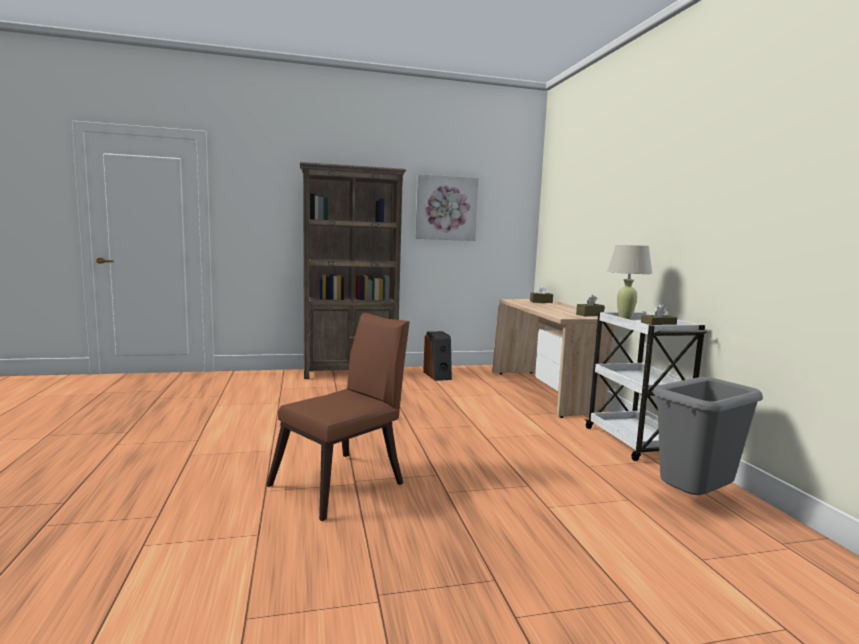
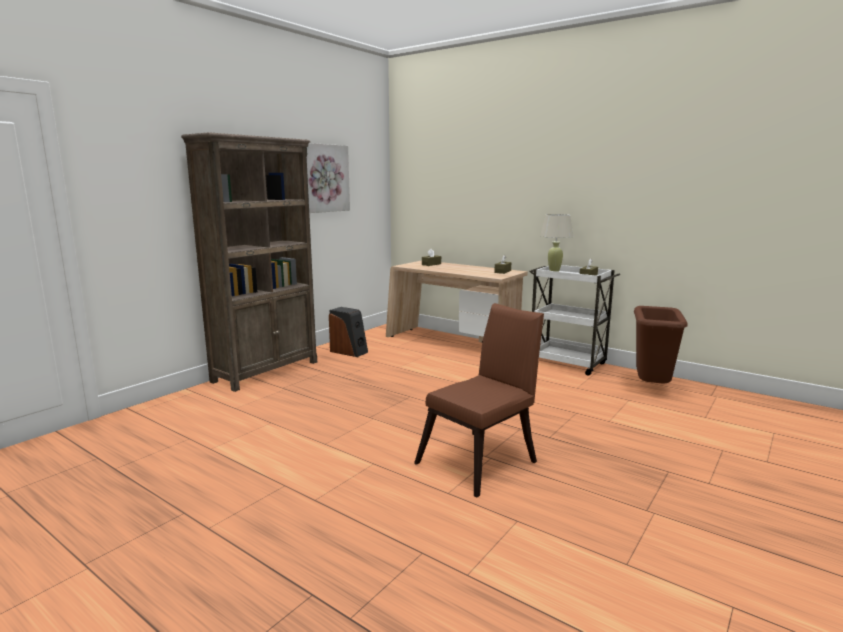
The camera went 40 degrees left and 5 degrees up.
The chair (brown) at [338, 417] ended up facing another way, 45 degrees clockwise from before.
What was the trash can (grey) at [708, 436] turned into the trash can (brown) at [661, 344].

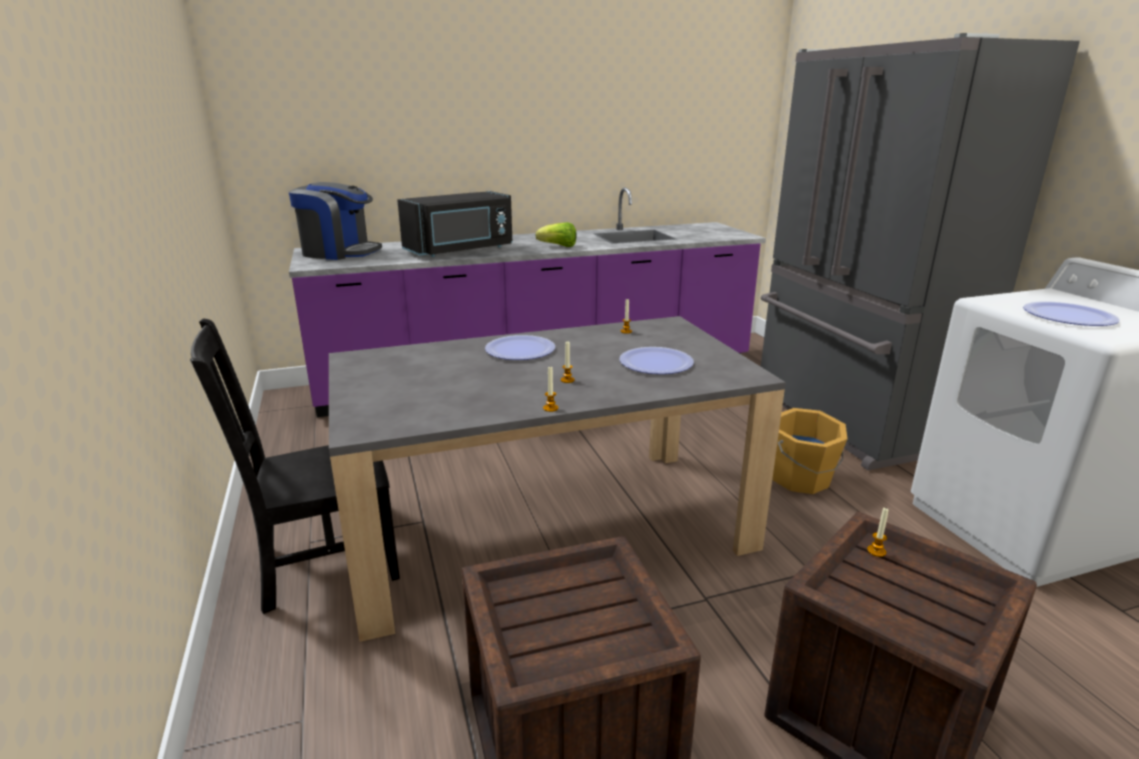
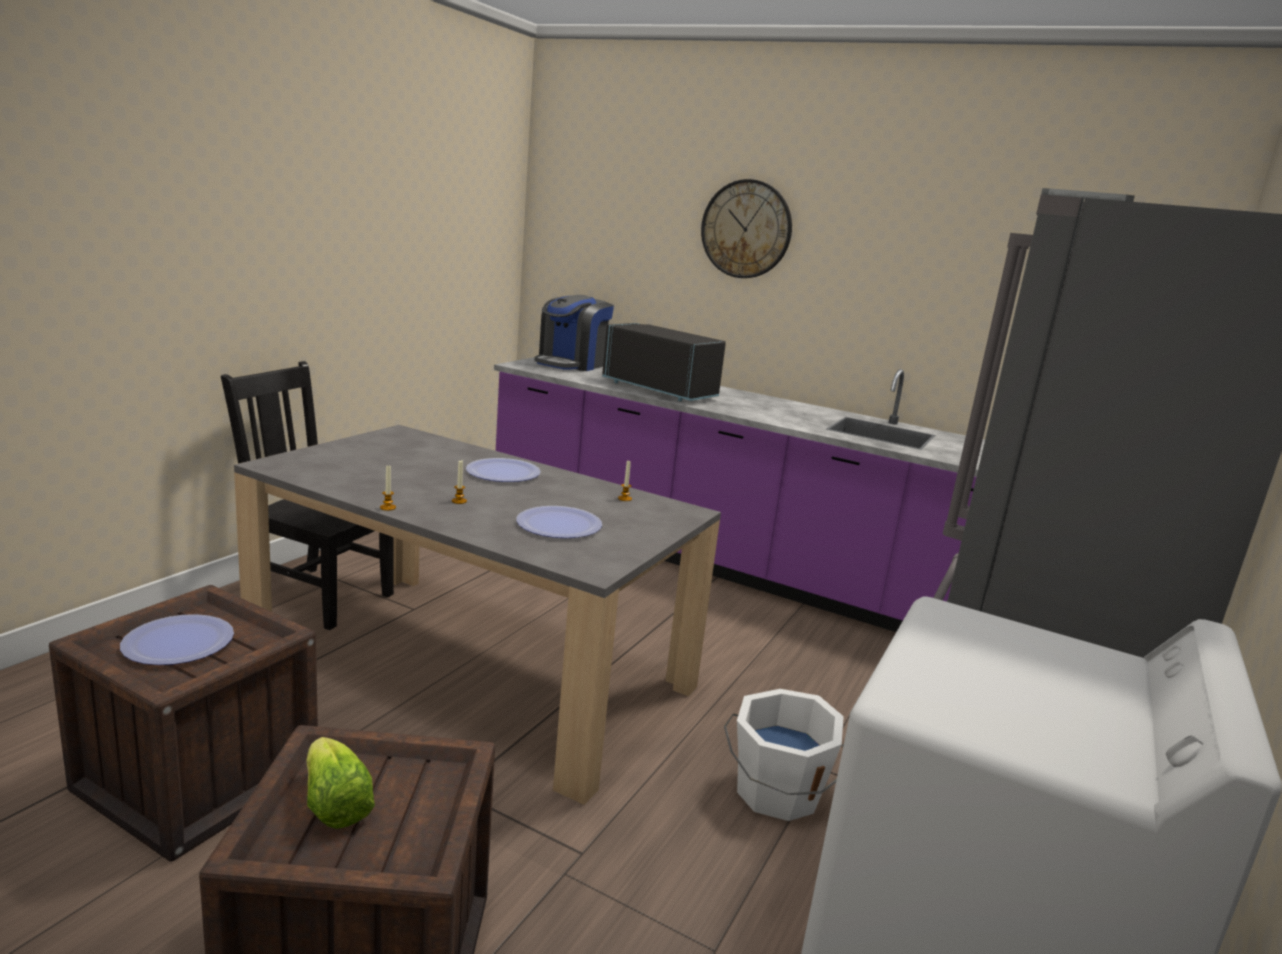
The camera went 45 degrees right and 5 degrees down.
The coffee machine at [335, 221] ended up facing another way, 60 degrees clockwise from before.
The microwave (black) at [455, 224] ended up facing another way, 150 degrees counterclockwise from before.
The lettuce ended up elsewhere, having gone from [556, 234] to [340, 783].
The plate ended up elsewhere, having gone from [1071, 313] to [177, 639].
What was the bucket (orange) at [810, 451] turned into the bucket (white) at [784, 755].
The second view lost the candle at [877, 532].
The second view gained the wall clock at [746, 228].

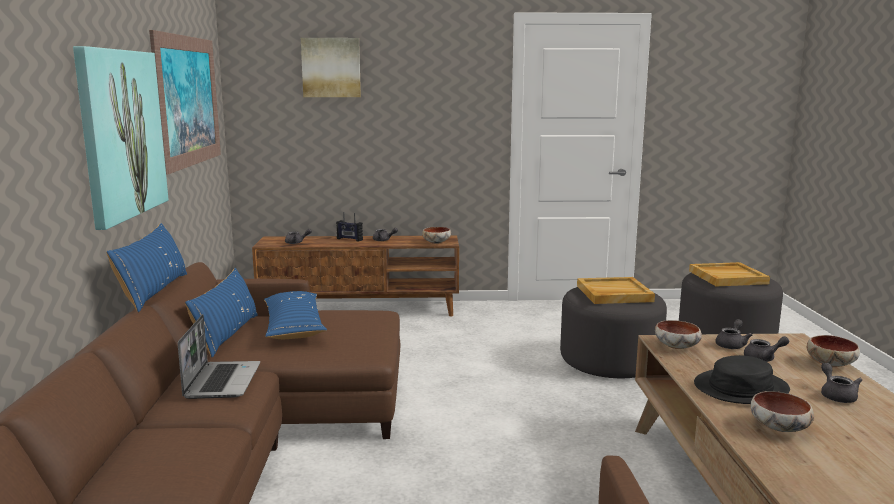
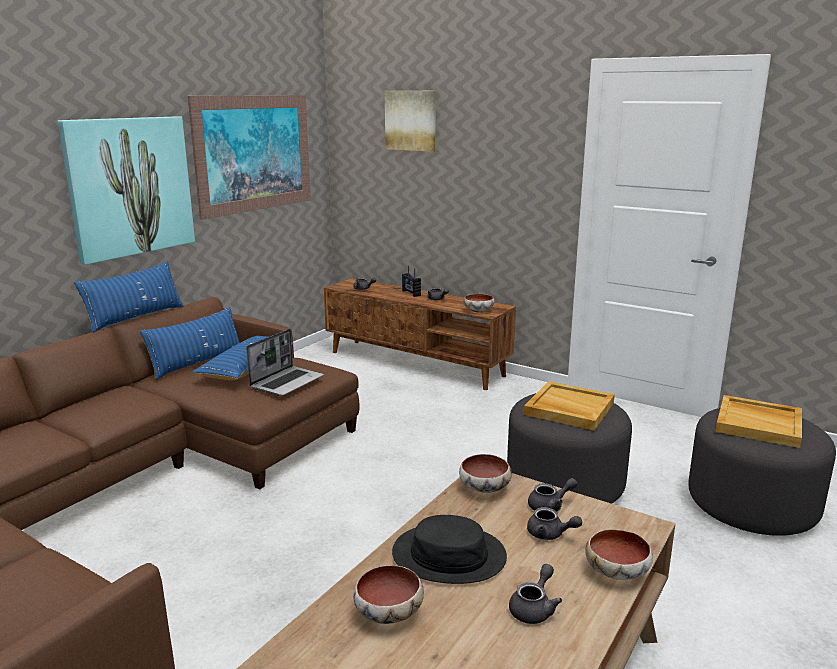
The camera went 35 degrees right and 5 degrees up.
The laptop ended up elsewhere, having gone from [219, 356] to [285, 362].

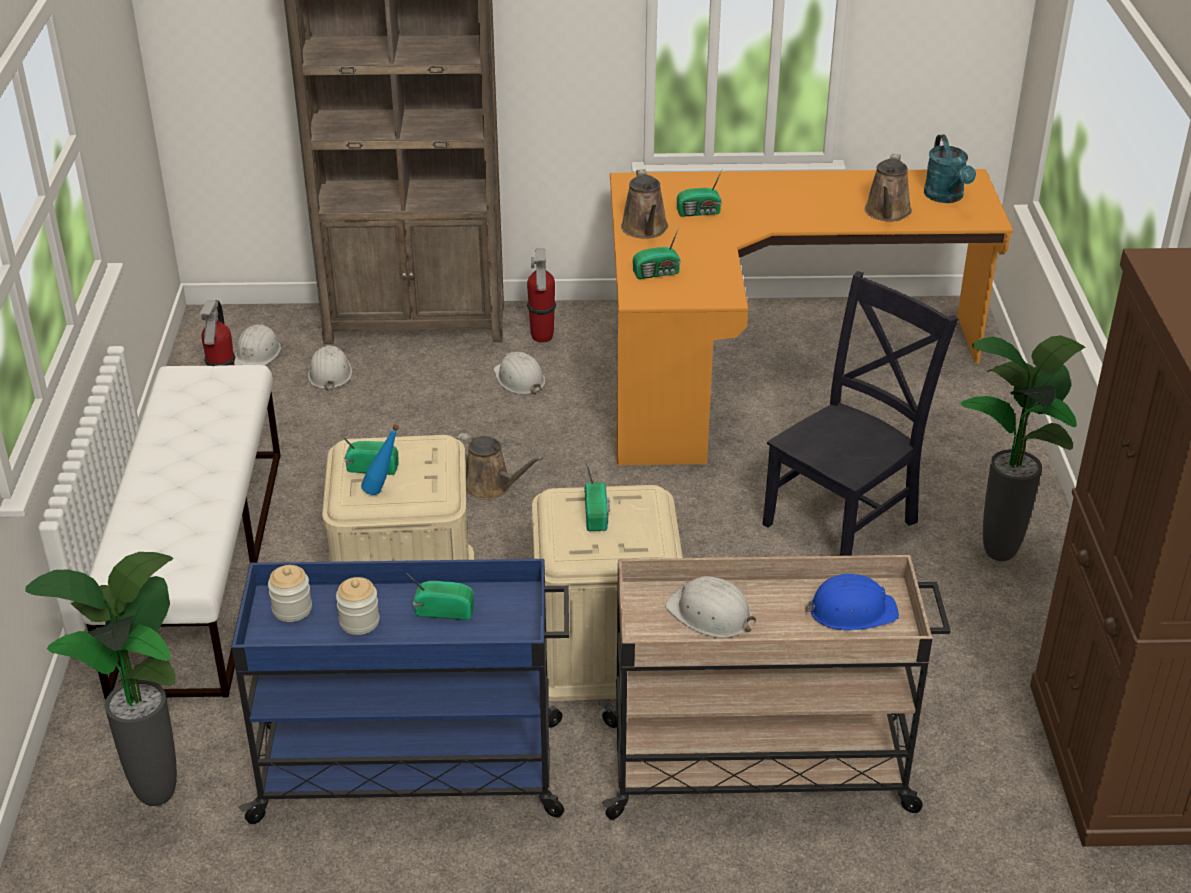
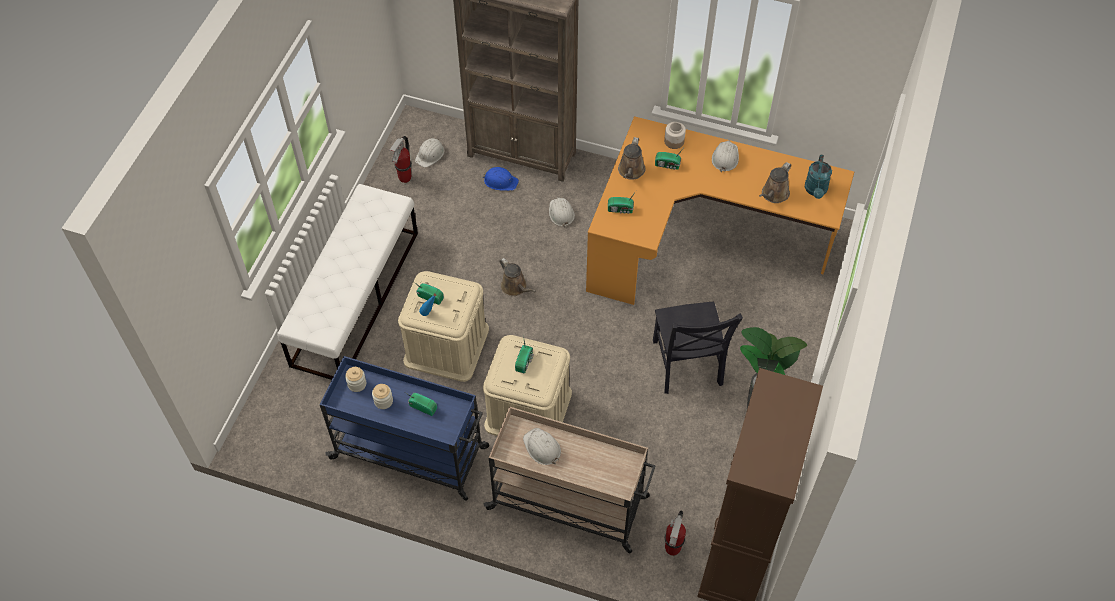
The camera went 20 degrees right and 20 degrees up.
The fire extinguisher ended up elsewhere, having gone from [541, 295] to [675, 533].
The chair (black) at [861, 413] ended up facing another way, 105 degrees clockwise from before.
The hard hat (white) ended up elsewhere, having gone from [330, 368] to [725, 156].
The second view lost the potted plant at [101, 679].
The hard hat (blue) ended up elsewhere, having gone from [852, 602] to [500, 179].
The second view gained the jar at [675, 135].

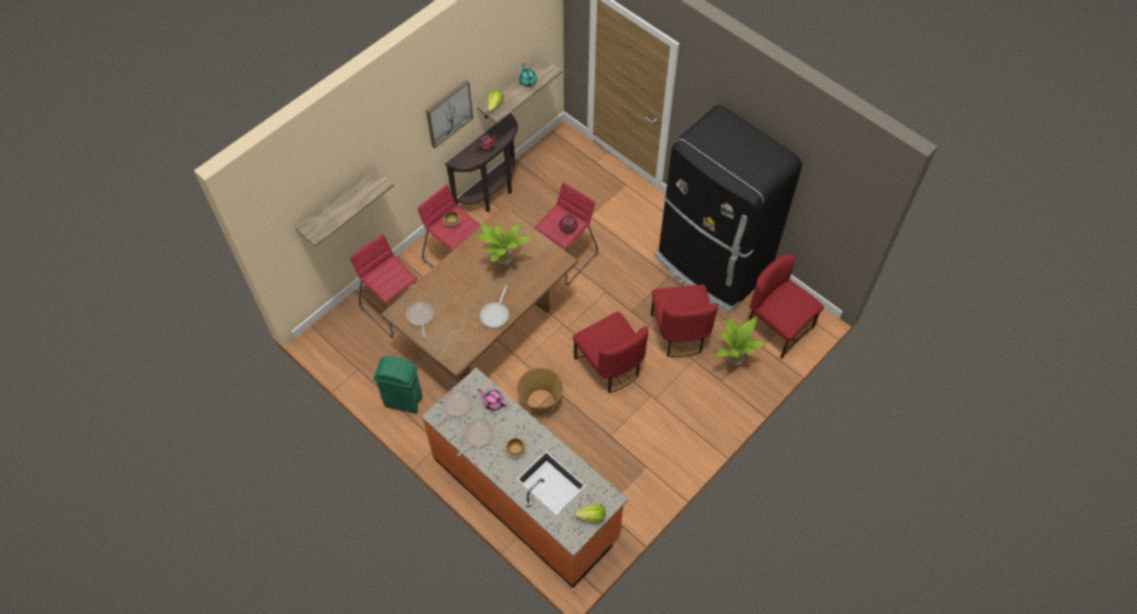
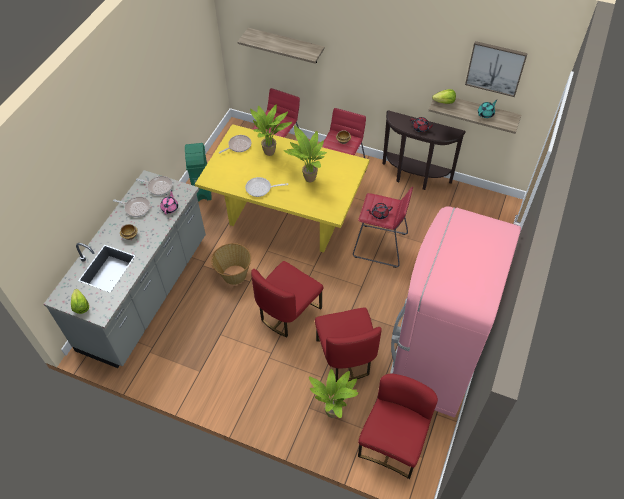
The camera went 70 degrees right and 5 degrees down.
The picture ended up elsewhere, having gone from [449, 114] to [496, 69].
What was the fridge (black) at [728, 209] turned into the fridge (pink) at [455, 312].
What was the dining table (brown) at [479, 293] turned into the dining table (yellow) at [282, 188].
The chair (red) at [684, 321] ended up facing another way, 75 degrees counterclockwise from before.
What was the counter (orange) at [525, 478] turned into the counter (grey) at [125, 269].
The second view gained the potted plant at [271, 130].

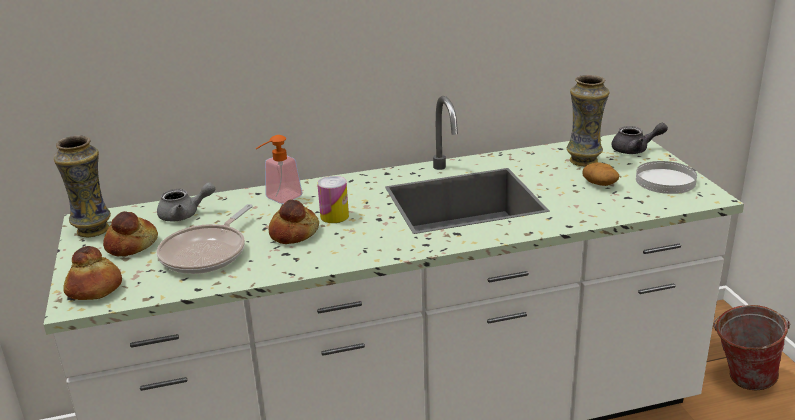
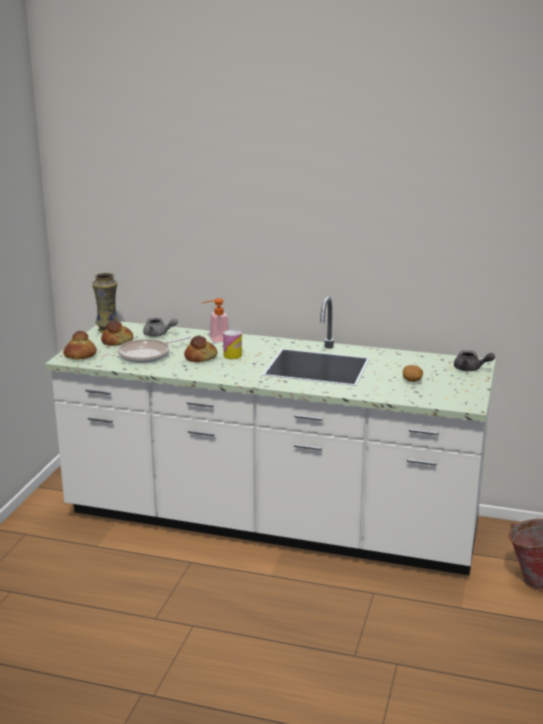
The camera went 30 degrees right and 5 degrees down.
The second view lost the vase at [588, 121].
The second view lost the plate (white) at [666, 177].

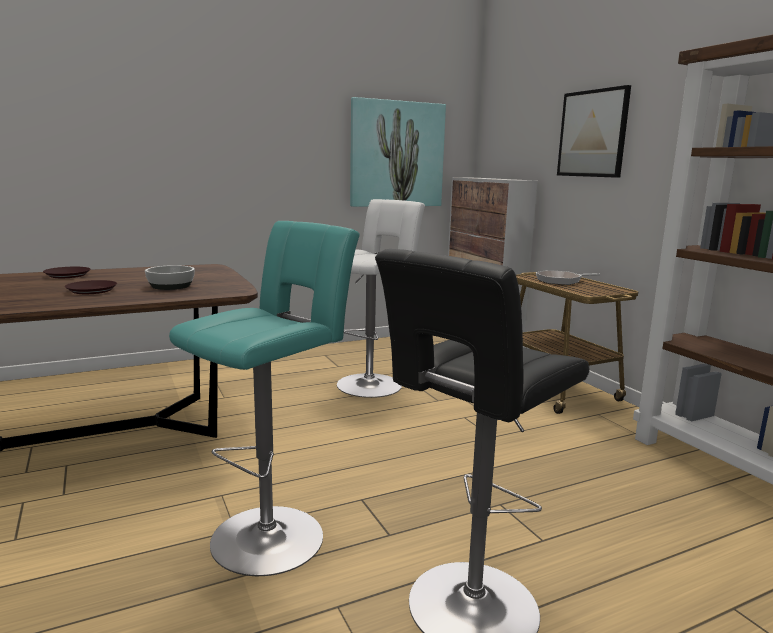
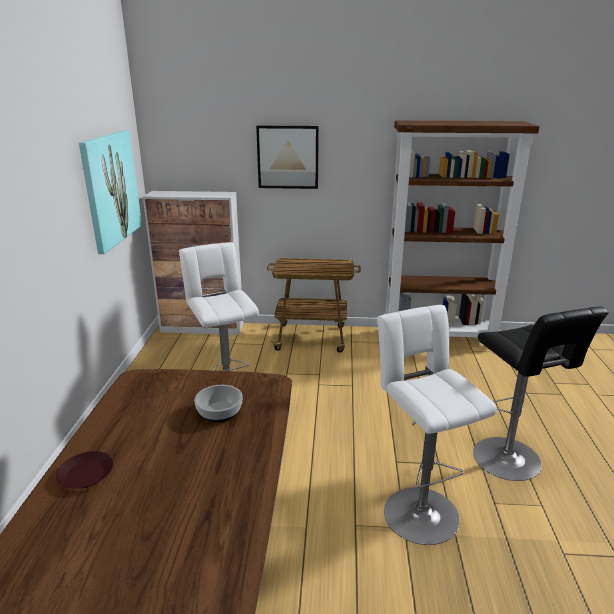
The camera went 60 degrees left and 10 degrees up.
What was the stool (turquoise) at [264, 398] turned into the stool (white) at [437, 425].
The second view lost the frying pan at [568, 277].
The second view lost the plate (brown) at [91, 287].

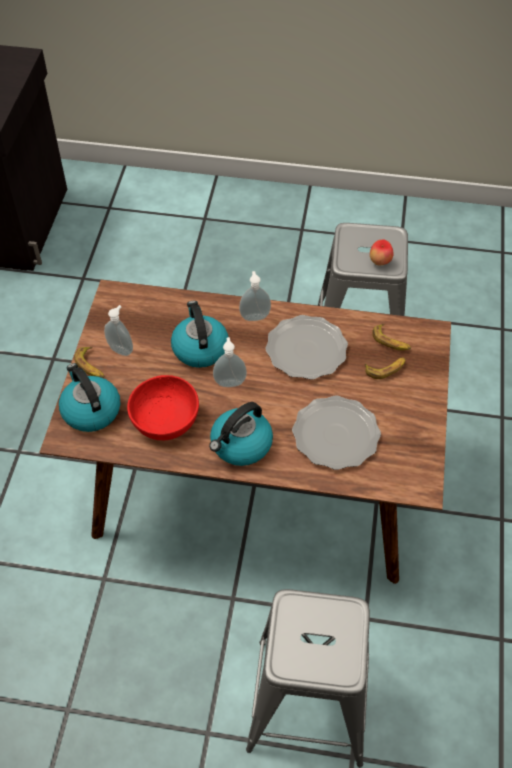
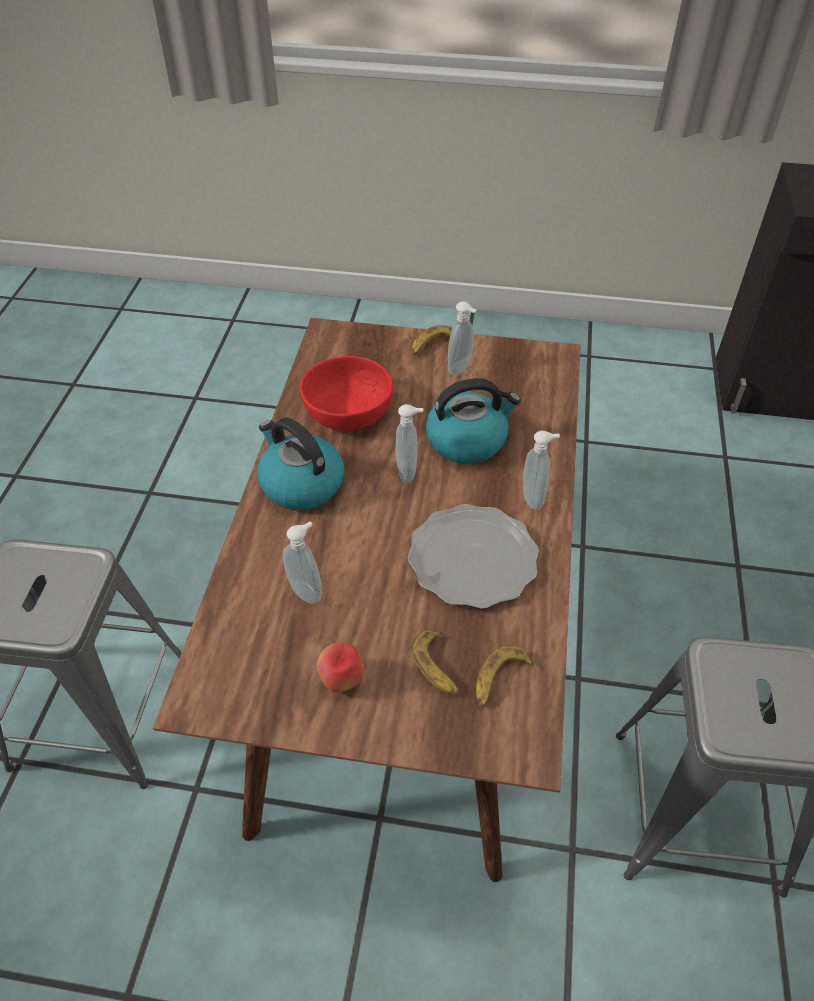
The camera went 90 degrees right and 5 degrees down.
The apple ended up elsewhere, having gone from [381, 252] to [340, 667].
The second view lost the kettle at [89, 397].
Where the plate stood at [336, 433], the soap dispenser came to stand at [302, 563].

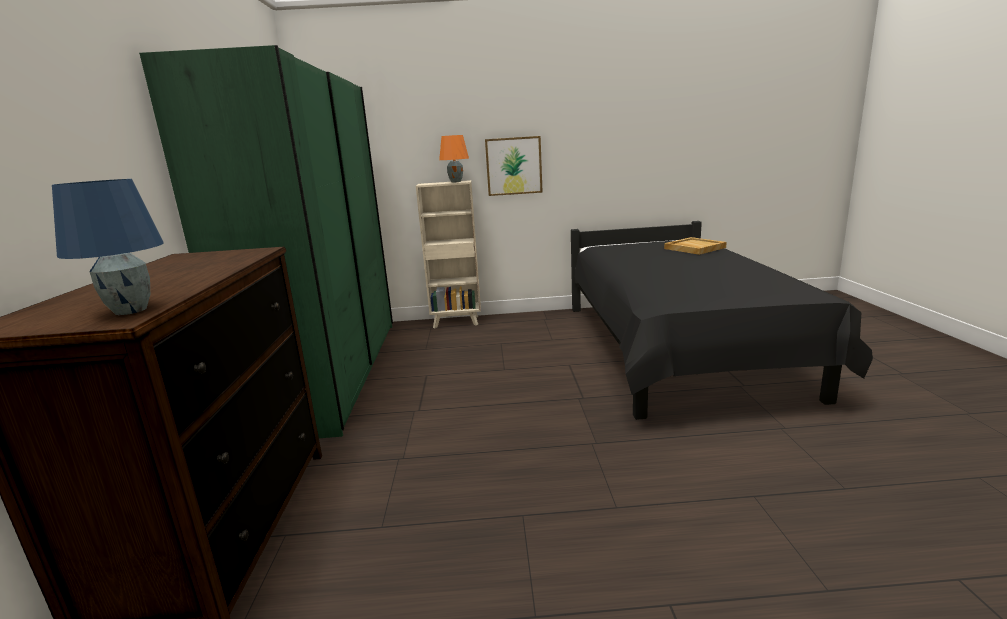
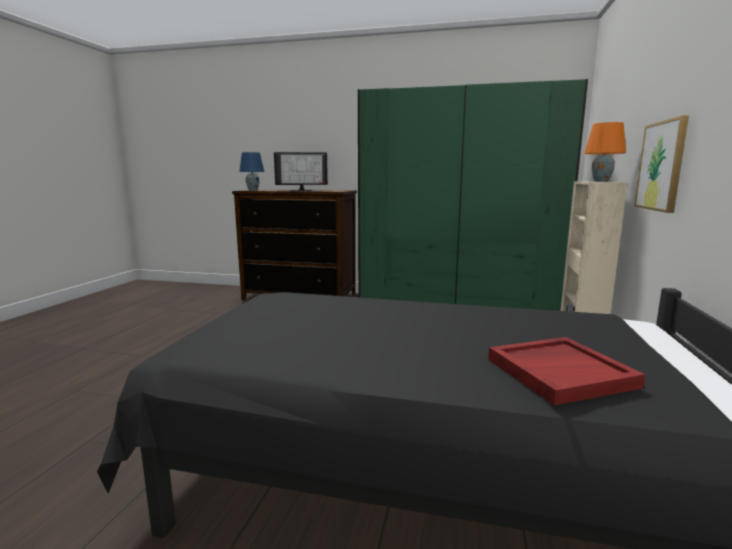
The camera went 105 degrees right and 5 degrees down.
What was the tray (beige) at [695, 246] turned into the tray (red) at [566, 371].
The second view gained the monitor at [301, 171].

